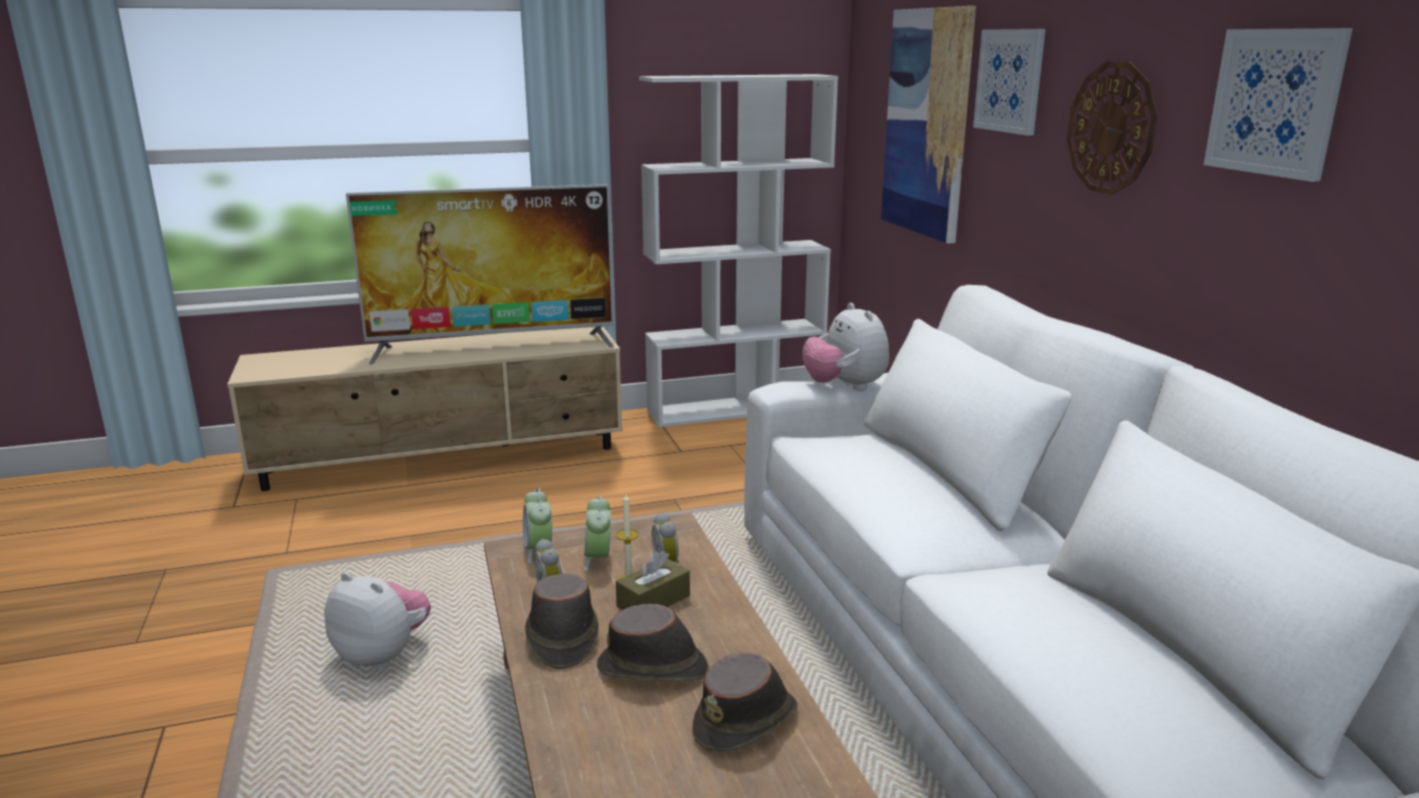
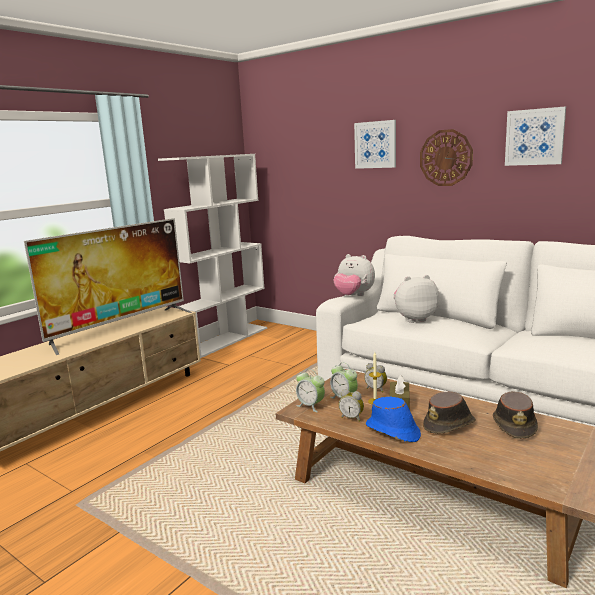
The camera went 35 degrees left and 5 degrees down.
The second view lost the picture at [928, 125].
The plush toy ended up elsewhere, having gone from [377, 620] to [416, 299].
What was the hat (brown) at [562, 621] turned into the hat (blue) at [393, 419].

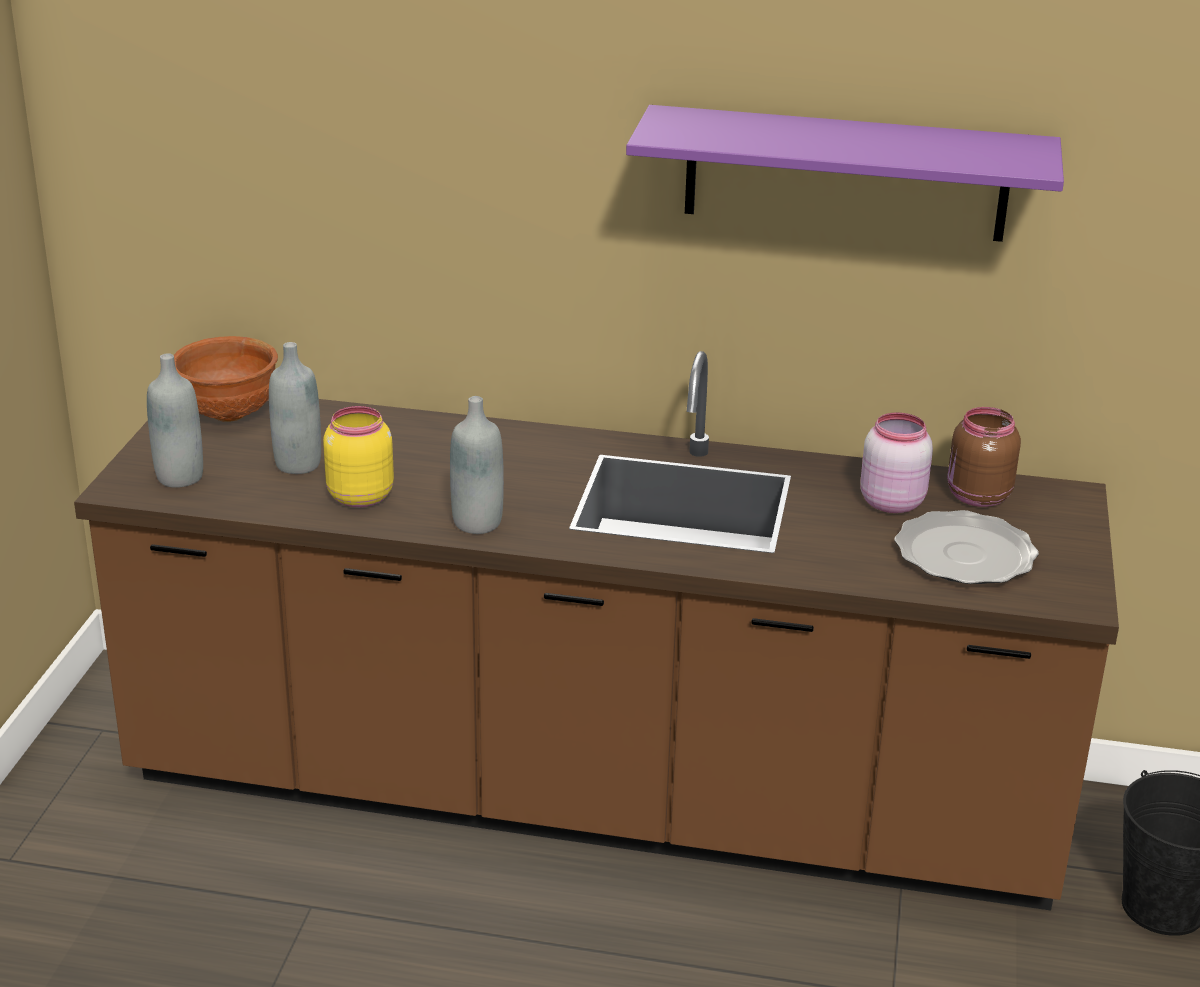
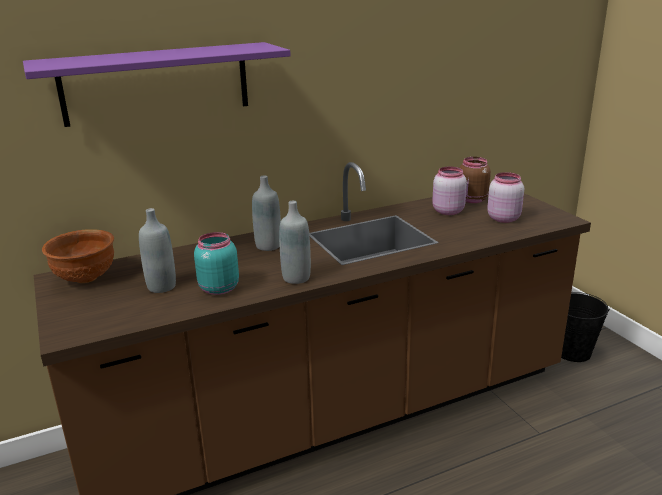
The camera went 35 degrees left and 5 degrees down.
The shelf (purple) ended up elsewhere, having gone from [845, 173] to [157, 84].
The bottle (grey) ended up elsewhere, having gone from [175, 420] to [266, 213].
What was the jar (yellow) at [358, 456] turned into the jar (turquoise) at [216, 263].
Where the plate stood at [967, 547], the jar (pink) came to stand at [505, 197].

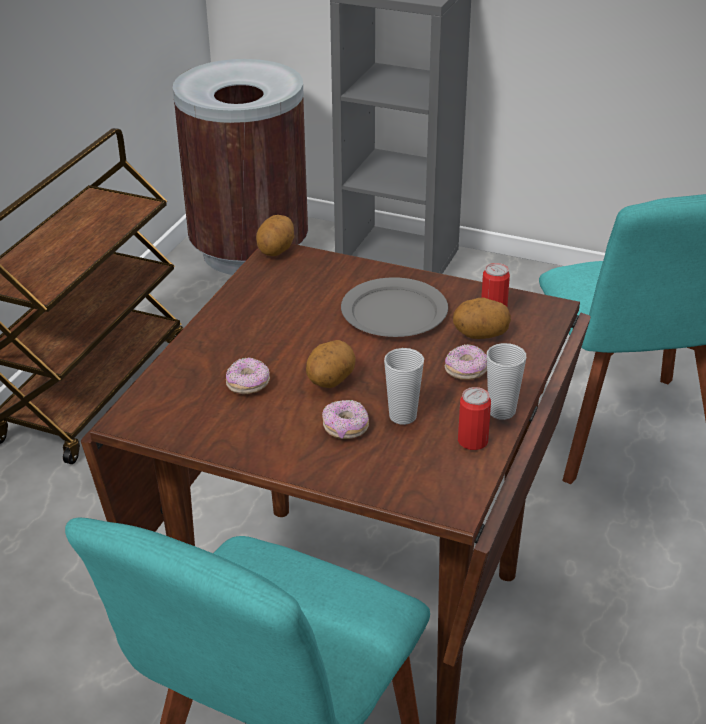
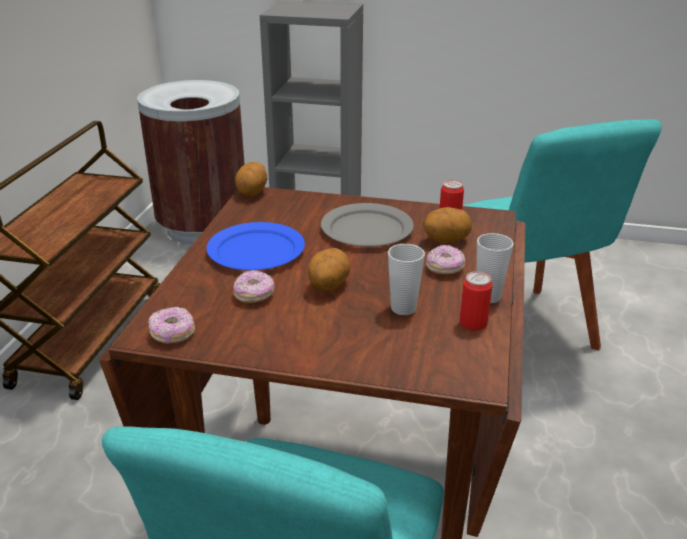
The camera went 10 degrees left and 5 degrees down.
The donut ended up elsewhere, having gone from [345, 419] to [171, 325].
The second view gained the plate (blue) at [255, 246].

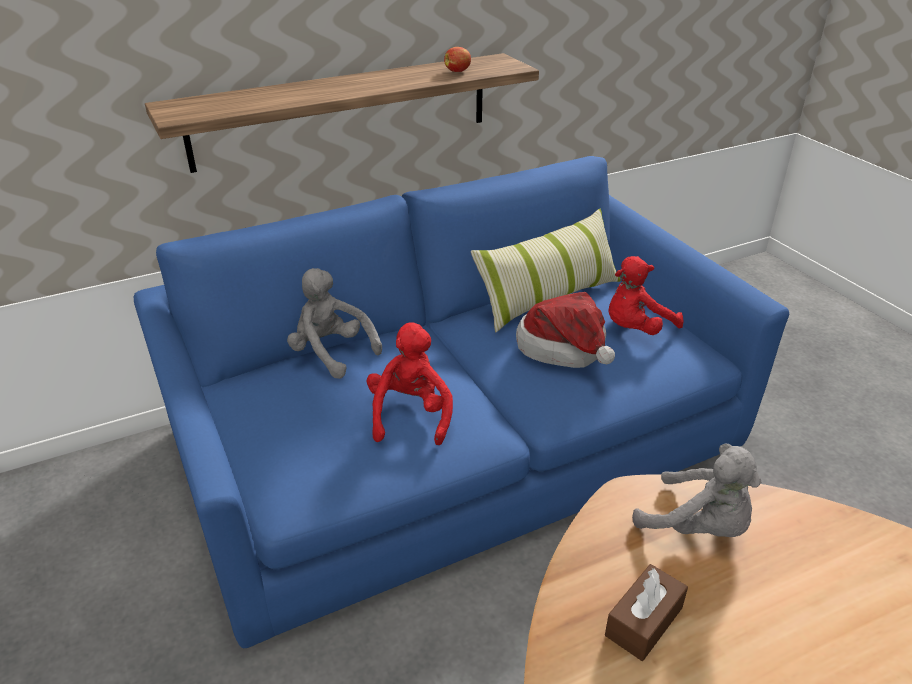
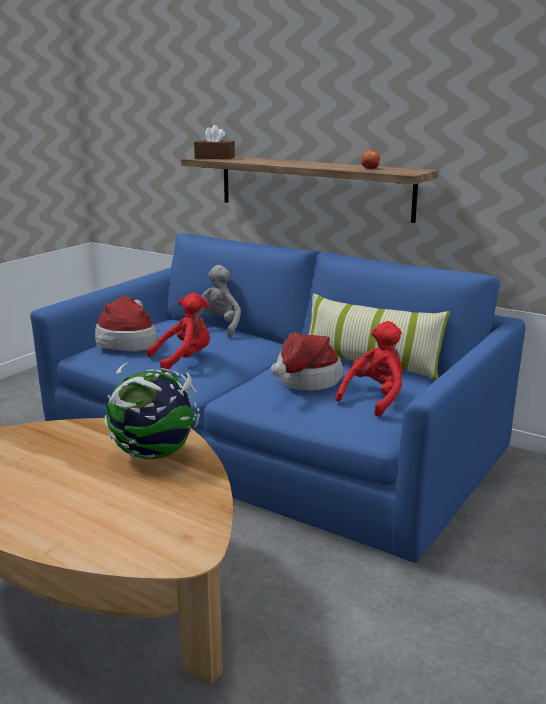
The camera went 60 degrees right and 15 degrees down.
The plush toy (red) at [646, 295] ended up facing another way, 105 degrees clockwise from before.
Where the plush toy (grey) stood at [696, 490], the globe came to stand at [152, 411].
The tissue box (brown) ended up elsewhere, having gone from [646, 612] to [214, 142].
The second view gained the hat at [126, 324].

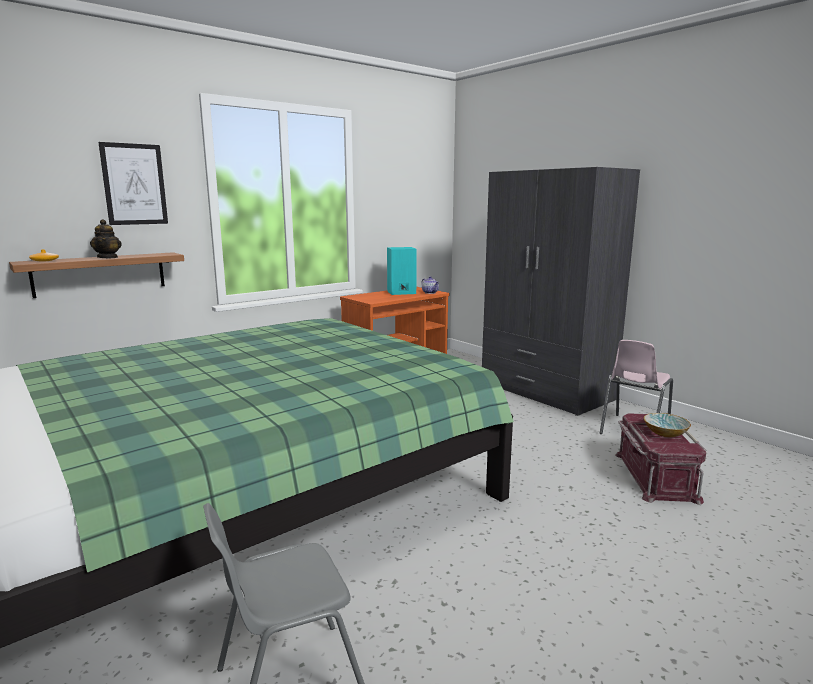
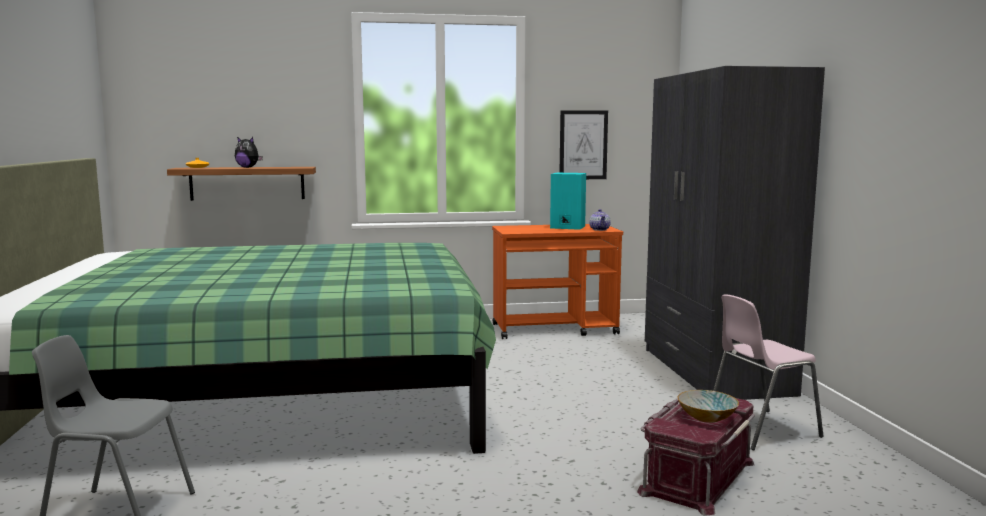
The camera went 30 degrees right and 5 degrees down.
The picture ended up elsewhere, having gone from [133, 183] to [584, 144].
Where the teapot stood at [105, 238], the plush toy came to stand at [249, 152].

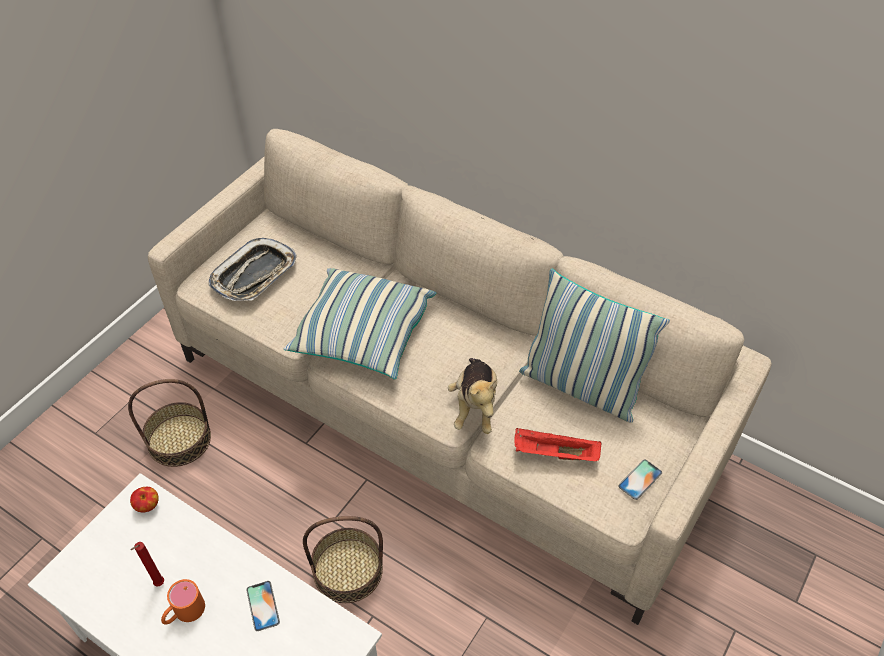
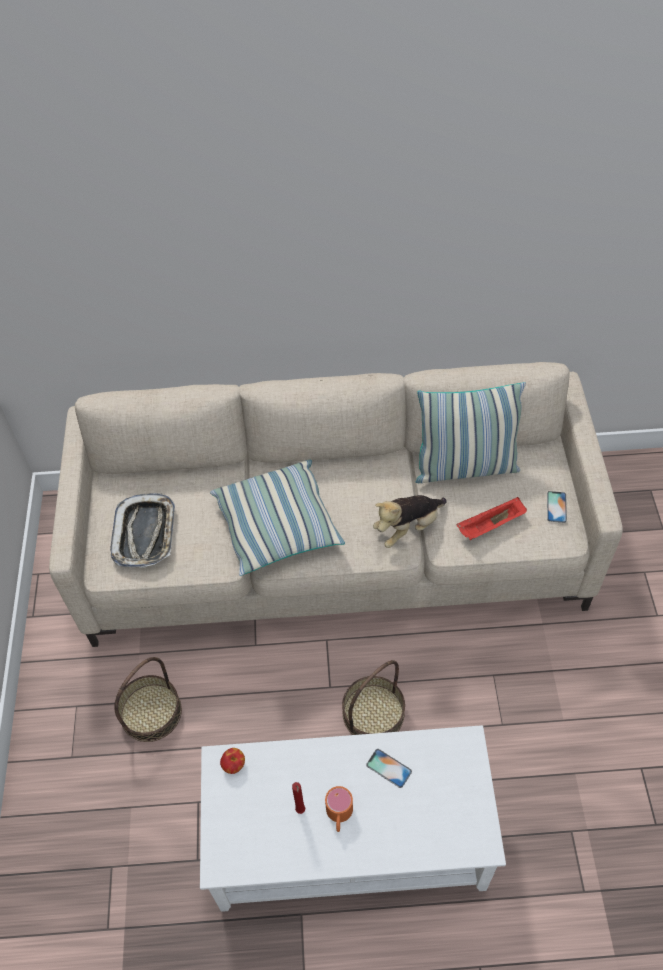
The camera went 35 degrees left and 5 degrees up.
The plush toy at [472, 396] ended up facing another way, 90 degrees clockwise from before.

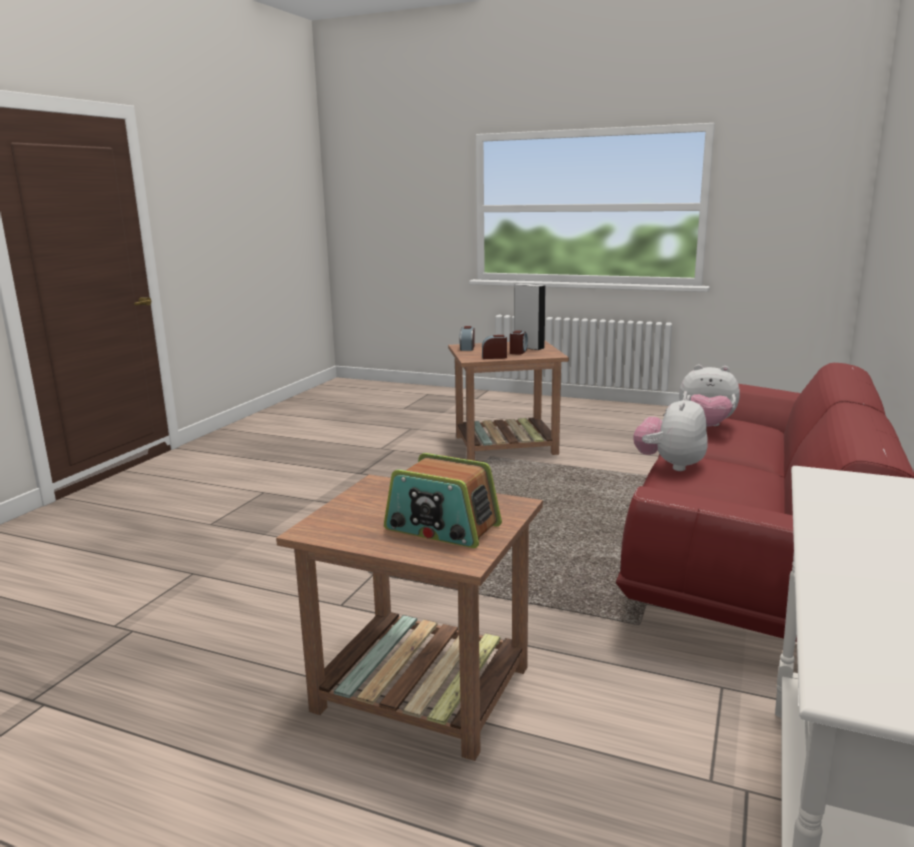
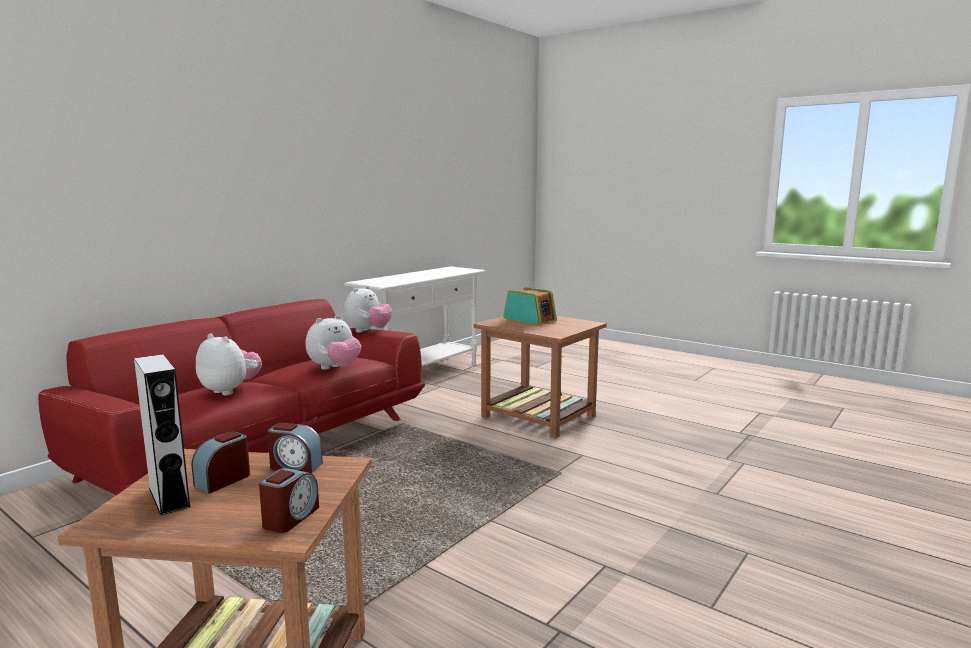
The camera went 165 degrees left and 5 degrees down.
The second view gained the plush toy at [368, 309].

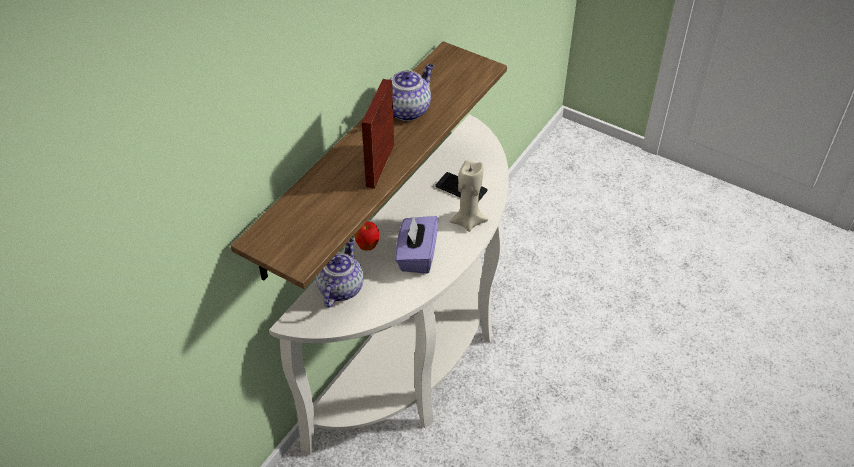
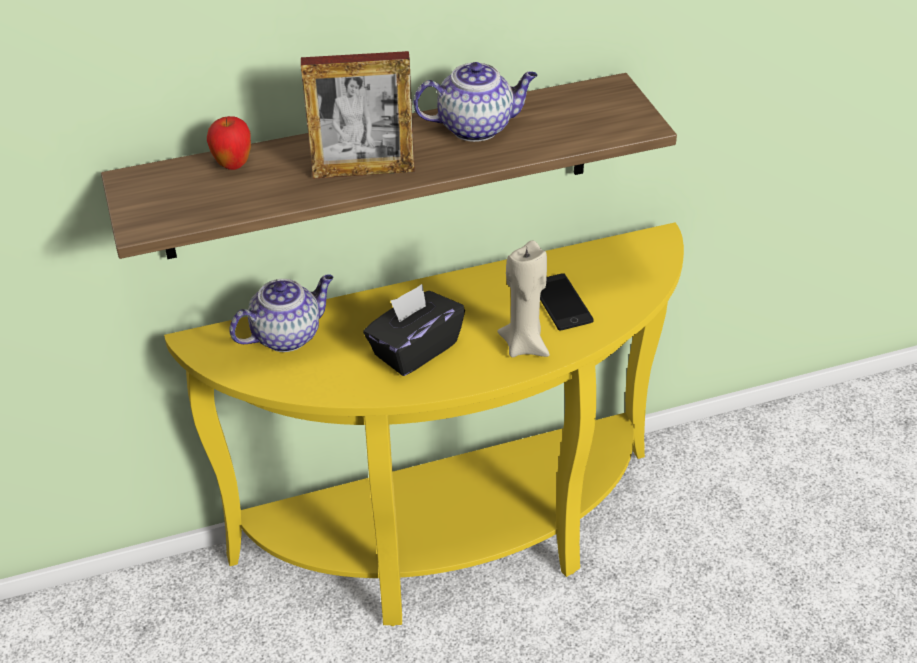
The camera went 40 degrees right and 5 degrees down.
The picture frame at [378, 134] ended up facing another way, 150 degrees counterclockwise from before.
What was the console table (white) at [389, 285] turned into the console table (yellow) at [424, 424].
What was the tissue box (purple) at [416, 245] turned into the tissue box (black) at [414, 330].
The apple ended up elsewhere, having gone from [366, 236] to [229, 143].

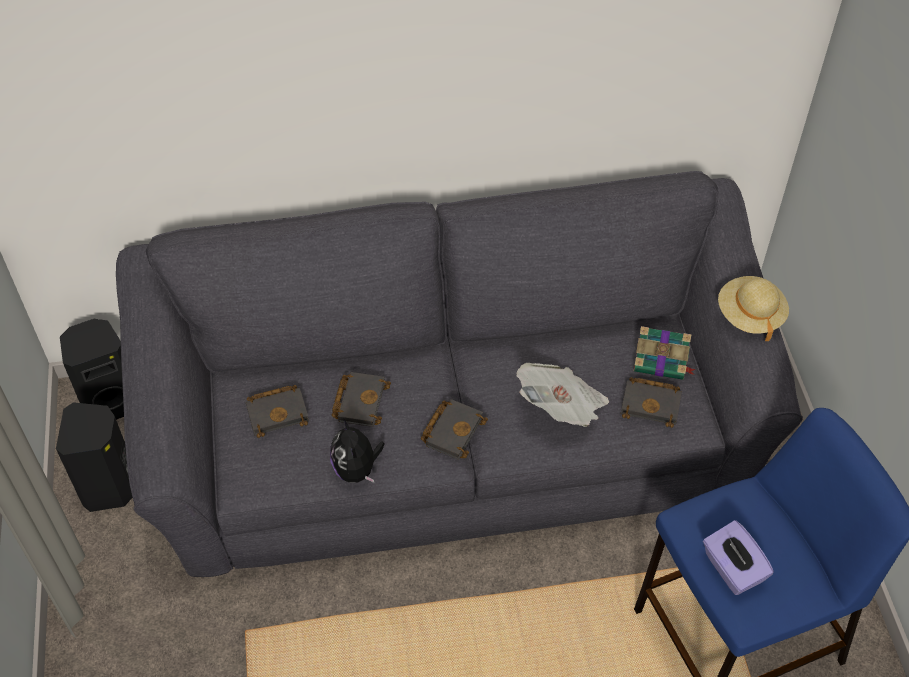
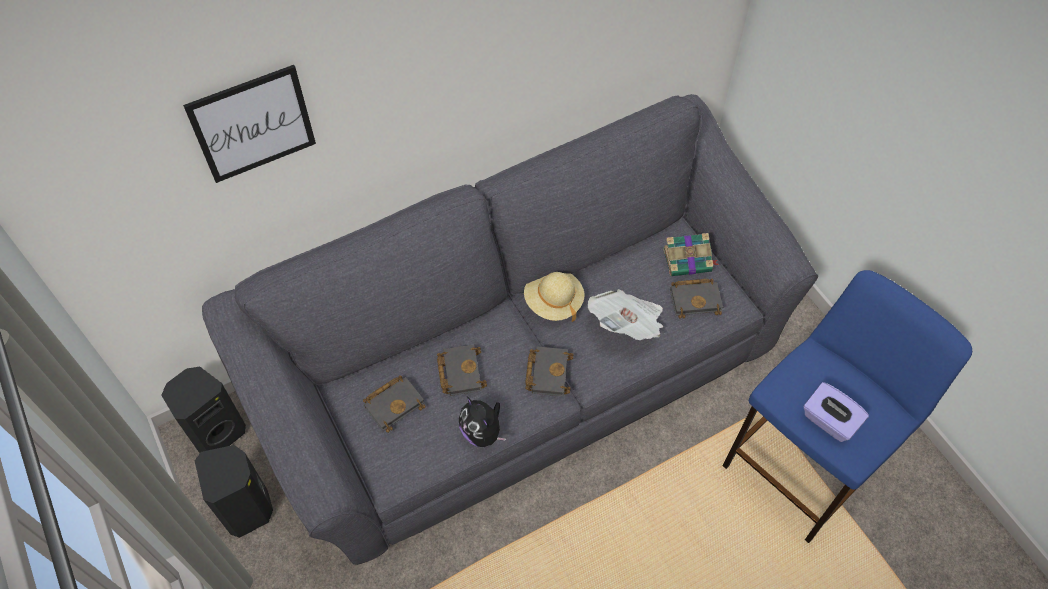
The camera went 20 degrees left and 5 degrees up.
The hat (beige) ended up elsewhere, having gone from [753, 308] to [554, 297].
The second view gained the picture at [249, 124].

